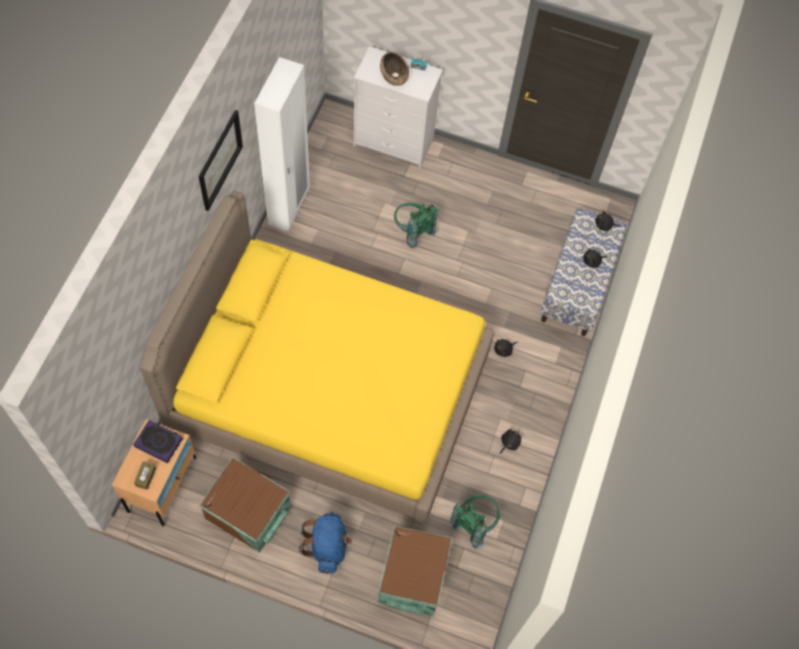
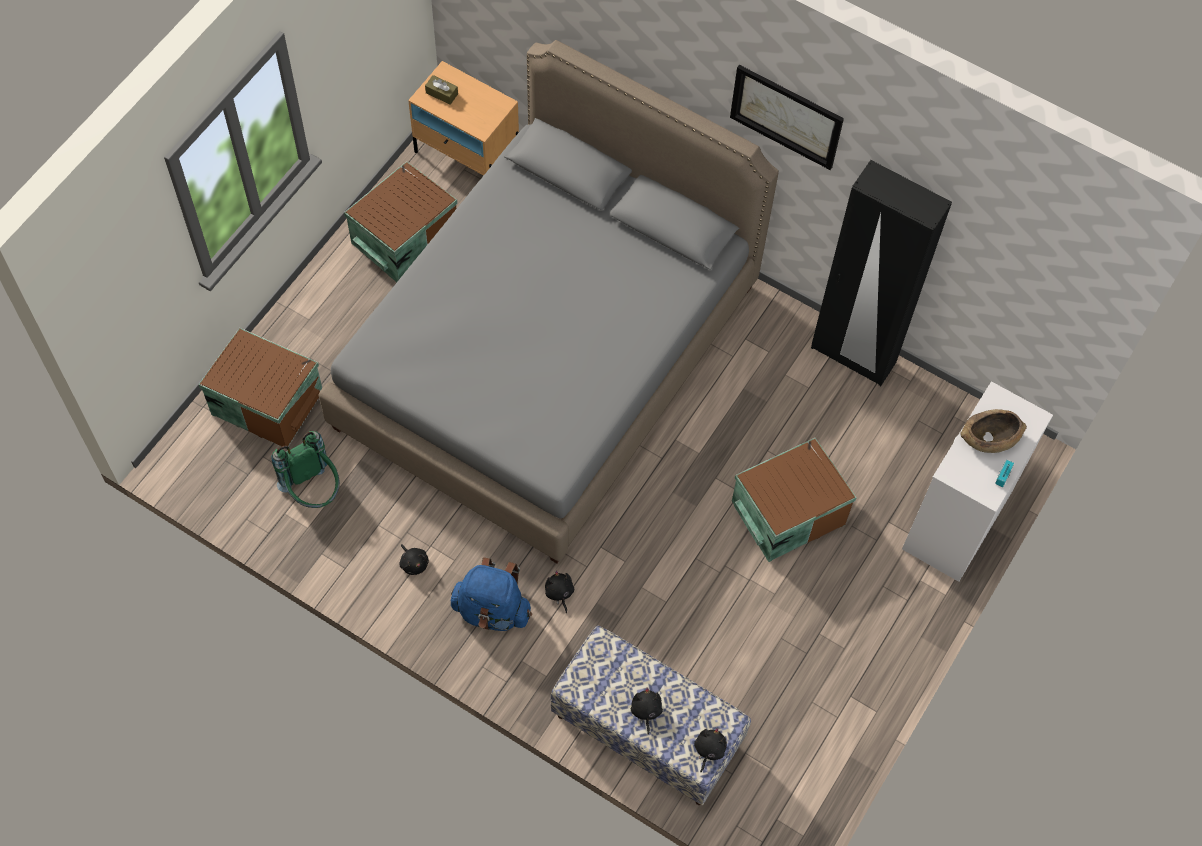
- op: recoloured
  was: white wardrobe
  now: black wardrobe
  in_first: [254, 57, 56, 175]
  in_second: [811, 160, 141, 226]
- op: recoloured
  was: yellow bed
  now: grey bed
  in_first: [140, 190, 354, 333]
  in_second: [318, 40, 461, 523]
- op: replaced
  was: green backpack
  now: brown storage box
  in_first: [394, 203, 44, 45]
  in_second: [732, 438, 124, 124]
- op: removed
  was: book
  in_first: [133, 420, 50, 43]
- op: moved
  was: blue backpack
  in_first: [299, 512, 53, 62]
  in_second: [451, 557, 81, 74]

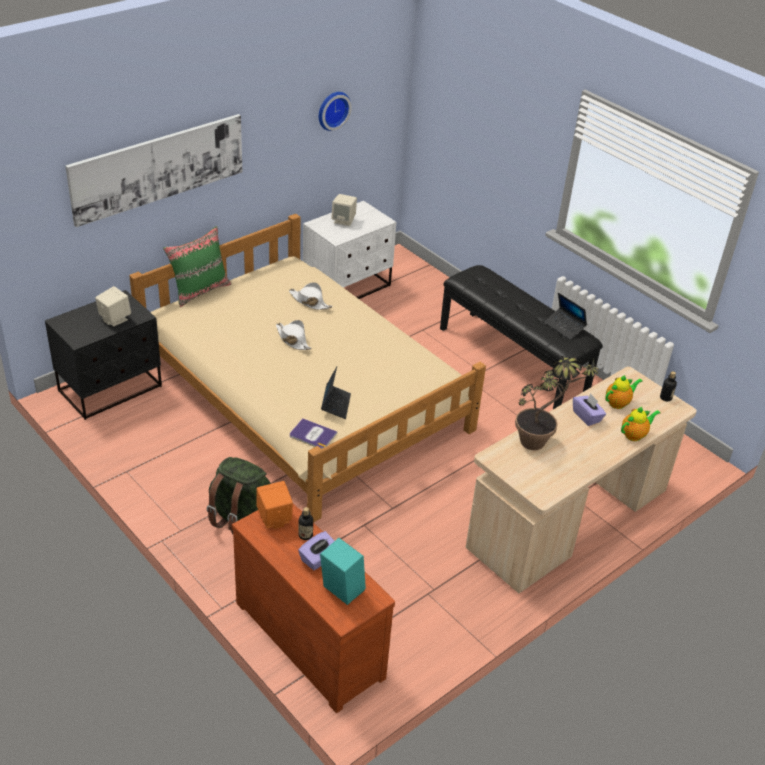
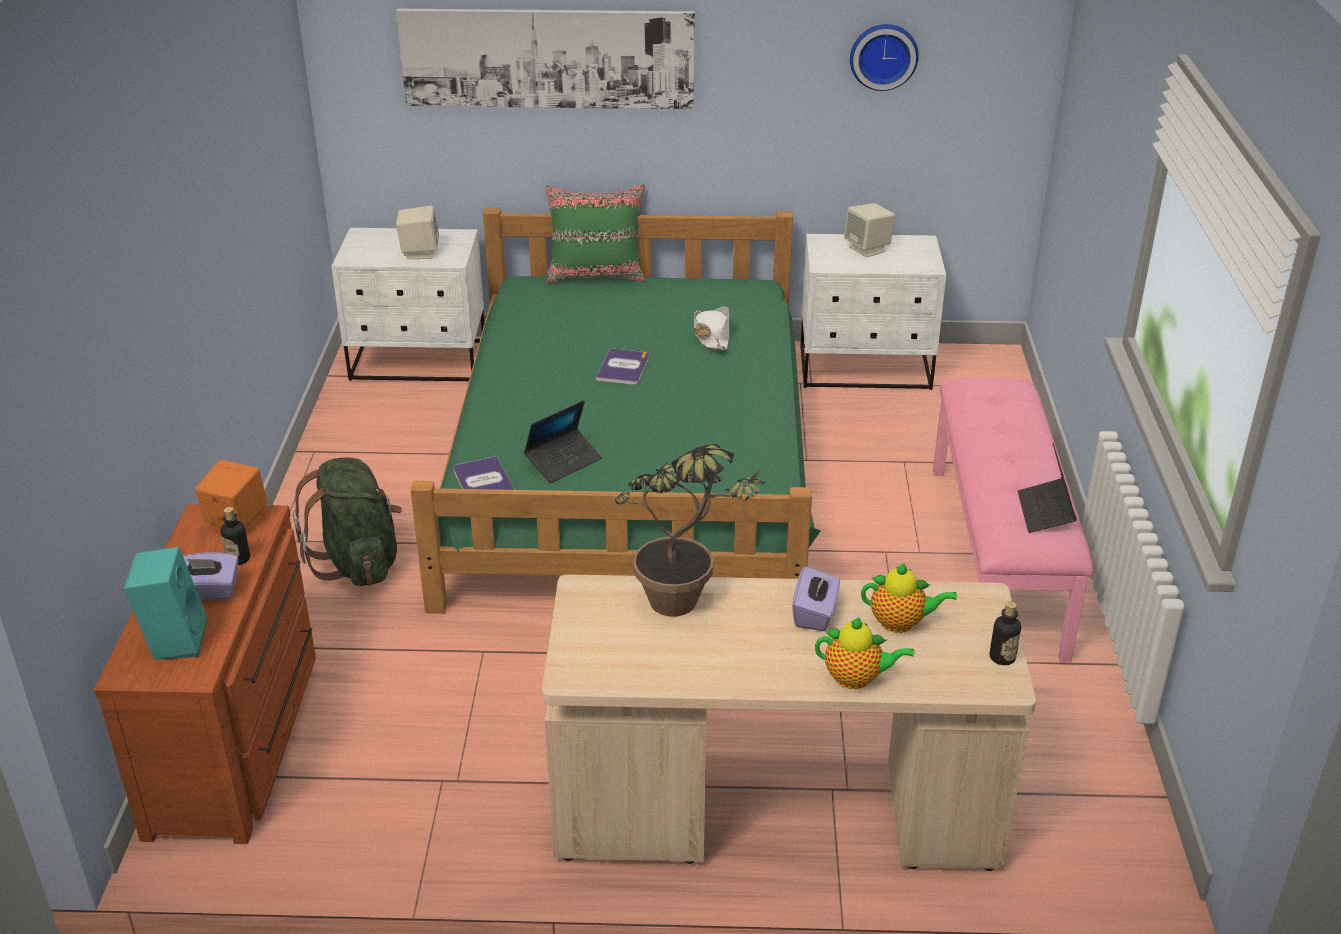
- op: recoloured
  was: beige bed
  now: green bed
  in_first: [129, 214, 357, 308]
  in_second: [410, 208, 411, 406]
- op: recoloured
  was: black bench
  now: pink bench
  in_first: [440, 265, 163, 144]
  in_second: [933, 377, 161, 286]
- op: recoloured
  was: black nightstand
  now: white nightstand
  in_first: [45, 290, 117, 130]
  in_second: [331, 228, 153, 153]
- op: replaced
  was: white hat
  now: book
  in_first: [276, 320, 35, 30]
  in_second: [596, 348, 53, 37]

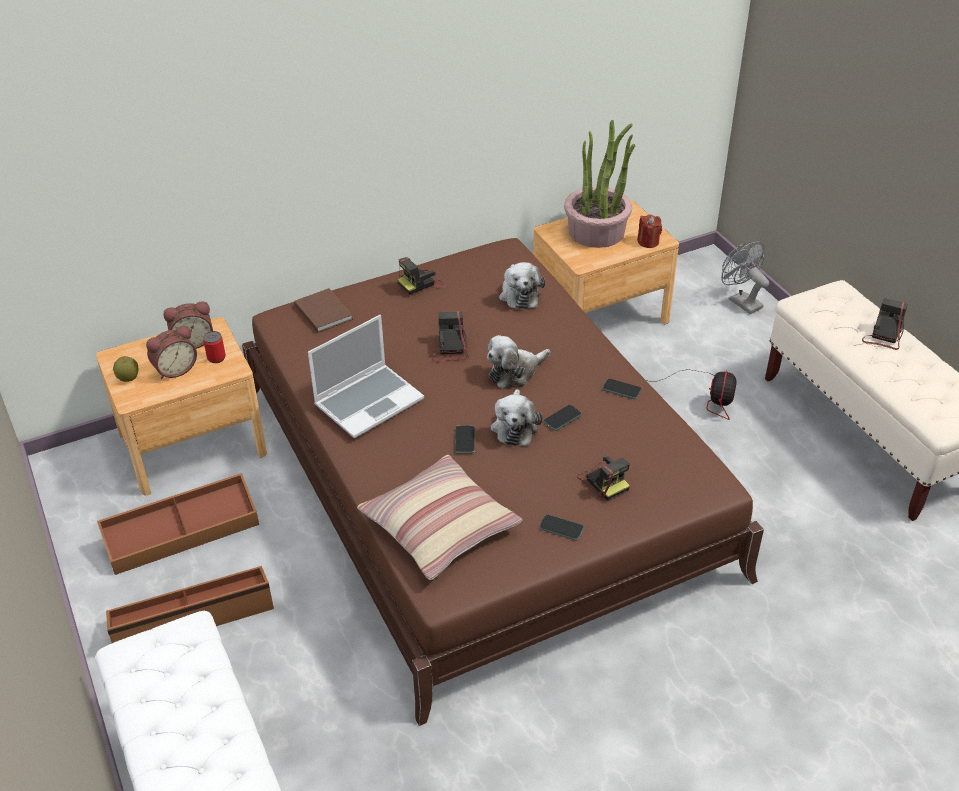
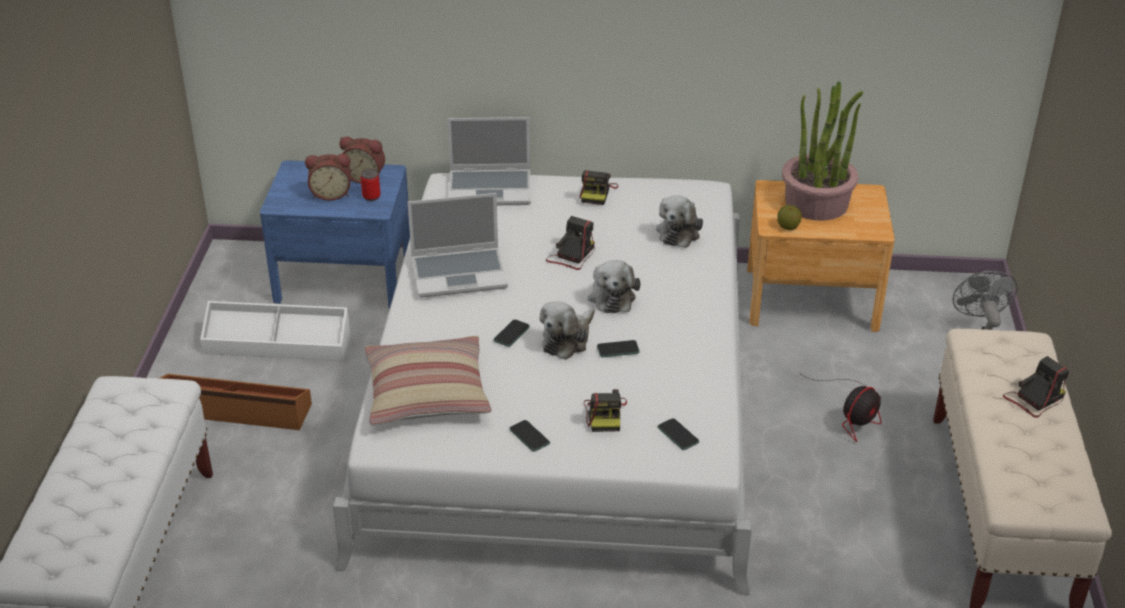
- op: removed
  was: red candle
  in_first: [637, 214, 25, 34]
- op: recoloured
  was: brown bed
  now: white bed
  in_first: [242, 238, 522, 488]
  in_second: [333, 173, 418, 422]
- op: turned
  was: photo camera
  in_first: [397, 257, 49, 38]
  in_second: [579, 170, 40, 35]
  clockwise: -75
- op: replaced
  was: brown book
  now: laptop
  in_first: [294, 288, 59, 45]
  in_second: [447, 117, 84, 88]
- op: recoloured
  was: brown nightstand
  now: blue nightstand
  in_first: [96, 317, 171, 178]
  in_second: [260, 160, 150, 149]
- op: turned
  was: plush toy
  in_first: [487, 335, 63, 54]
  in_second: [588, 260, 52, 53]
  clockwise: -90
- op: moved
  was: apple
  in_first: [113, 356, 26, 26]
  in_second: [777, 205, 25, 25]
- op: moved
  was: phone
  in_first: [602, 378, 40, 22]
  in_second: [658, 418, 41, 32]
- op: recoloured
  was: brown storage box
  now: white storage box
  in_first: [97, 473, 162, 102]
  in_second: [200, 301, 151, 60]

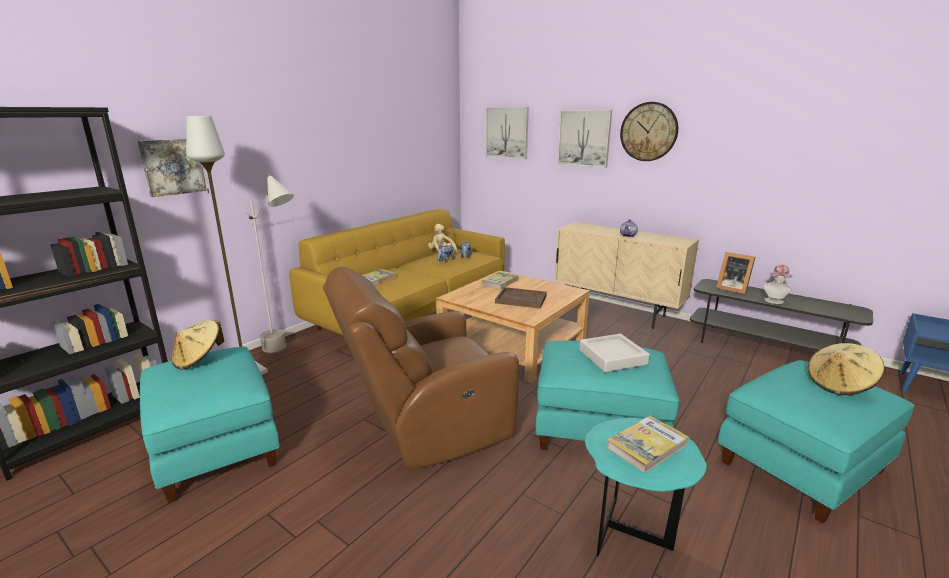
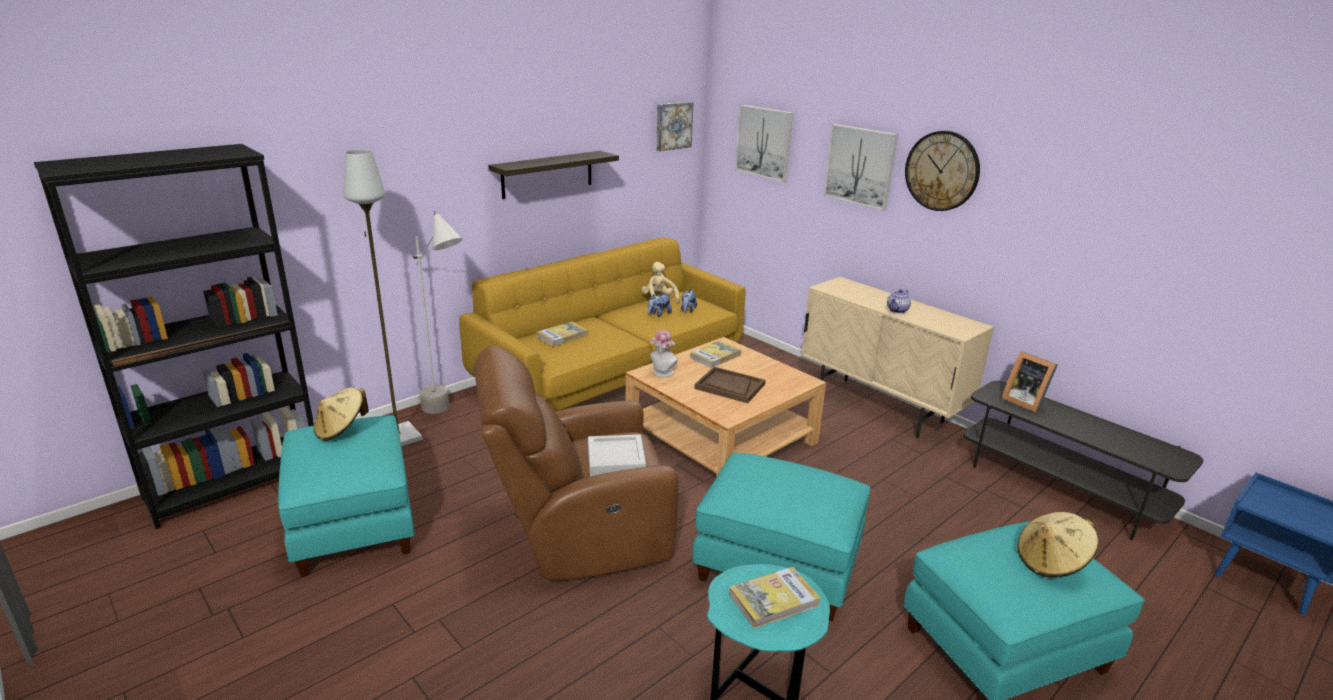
- op: moved
  was: picture
  in_first: [138, 139, 69, 58]
  in_second: [656, 102, 38, 49]
- op: moved
  was: hat
  in_first: [763, 265, 30, 39]
  in_second: [650, 330, 28, 47]
- op: moved
  was: grey tray
  in_first: [579, 334, 71, 38]
  in_second: [588, 434, 58, 43]
- op: added
  now: shelf
  in_second: [488, 151, 131, 48]

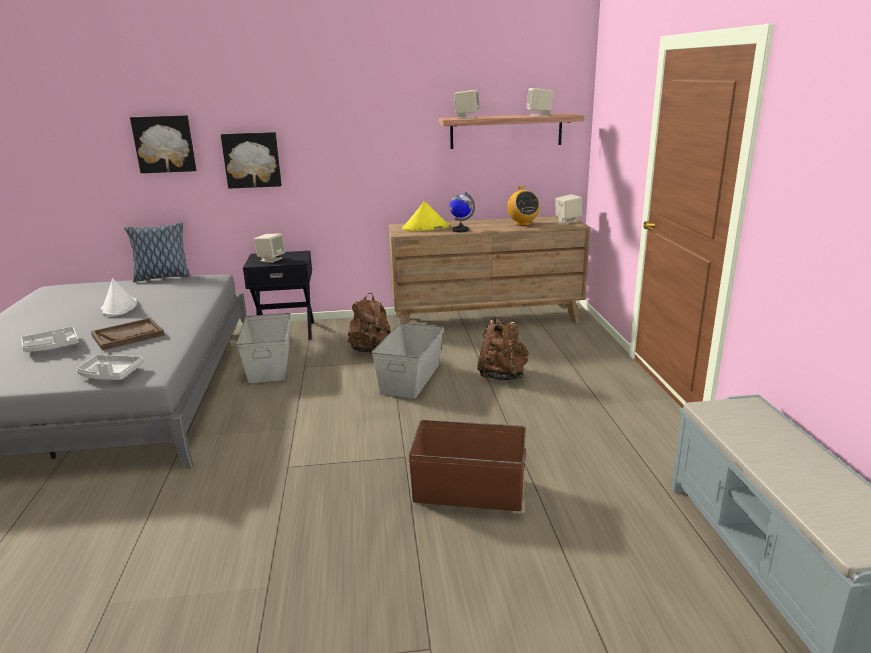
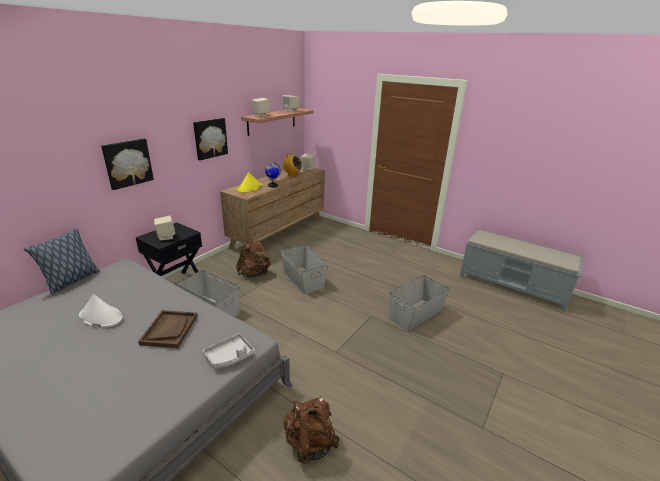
- op: moved
  was: picture
  in_first: [130, 115, 66, 58]
  in_second: [193, 118, 35, 42]
- op: moved
  was: brown backpack
  in_first: [477, 317, 51, 64]
  in_second: [284, 397, 55, 67]
- op: removed
  was: grey tray
  in_first: [21, 327, 58, 25]
- op: recoloured
  was: brown storage box
  now: grey storage box
  in_first: [408, 420, 118, 91]
  in_second: [389, 275, 61, 56]

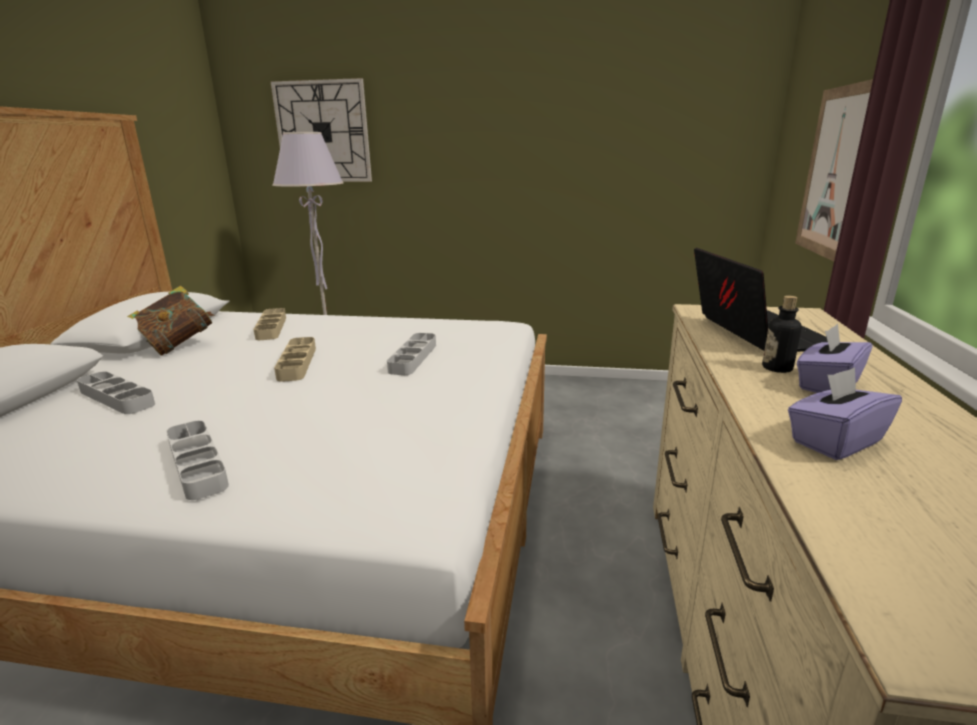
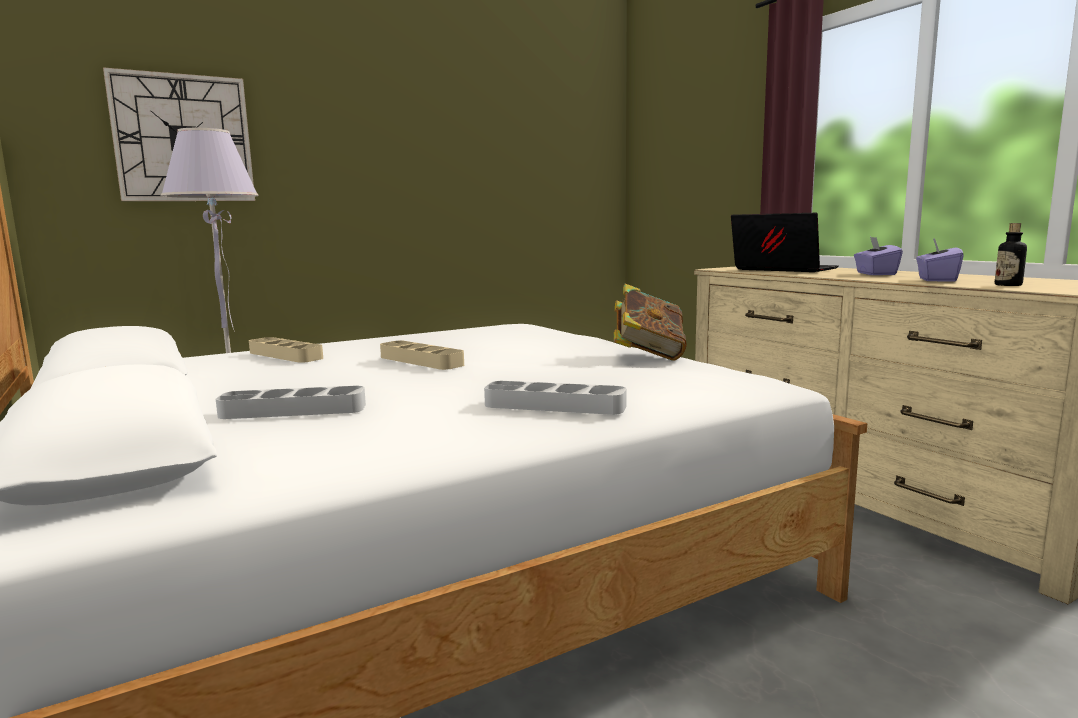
- op: removed
  was: picture
  in_first: [795, 79, 78, 183]
- op: moved
  was: book
  in_first: [127, 286, 88, 70]
  in_second: [614, 284, 73, 77]
- op: moved
  was: bottle
  in_first: [762, 295, 40, 78]
  in_second: [995, 223, 32, 63]
- op: removed
  was: grey tray
  in_first: [387, 333, 49, 42]

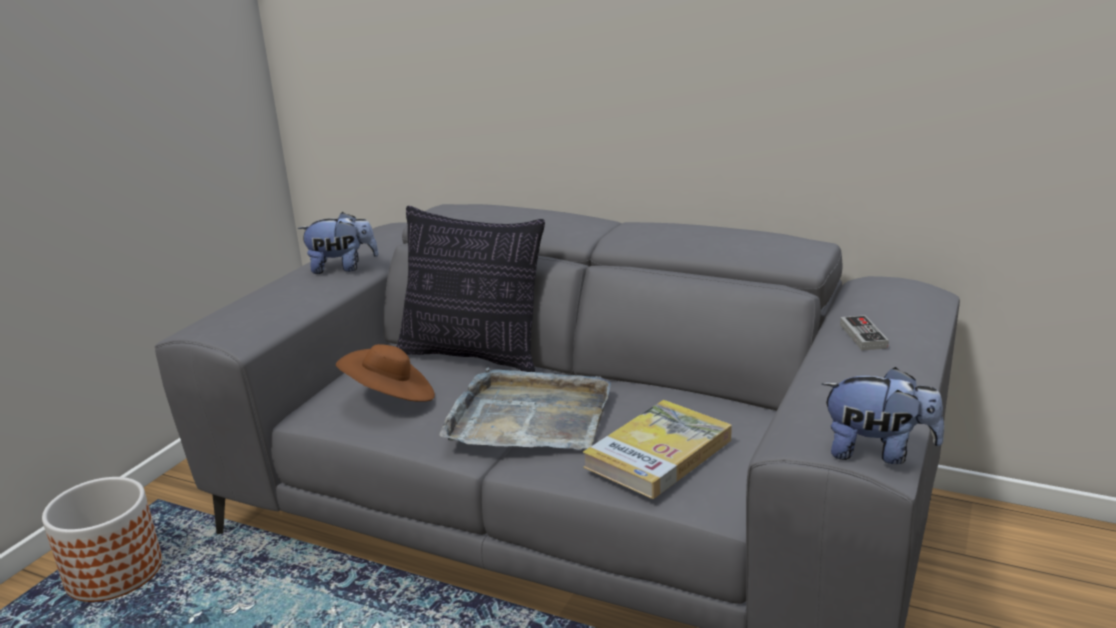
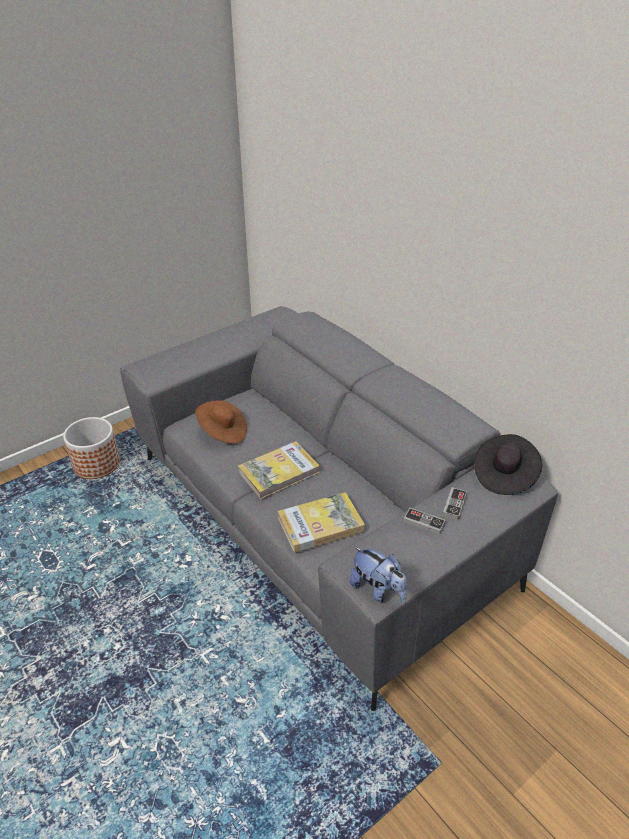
- op: removed
  was: pillow
  in_first: [397, 206, 148, 166]
- op: removed
  was: plush toy
  in_first: [298, 212, 81, 62]
- op: replaced
  was: grey tray
  now: book
  in_first: [439, 368, 172, 81]
  in_second: [238, 441, 82, 58]
- op: added
  now: black hat
  in_second: [474, 434, 68, 61]
- op: added
  now: game controller
  in_second: [403, 507, 43, 28]

